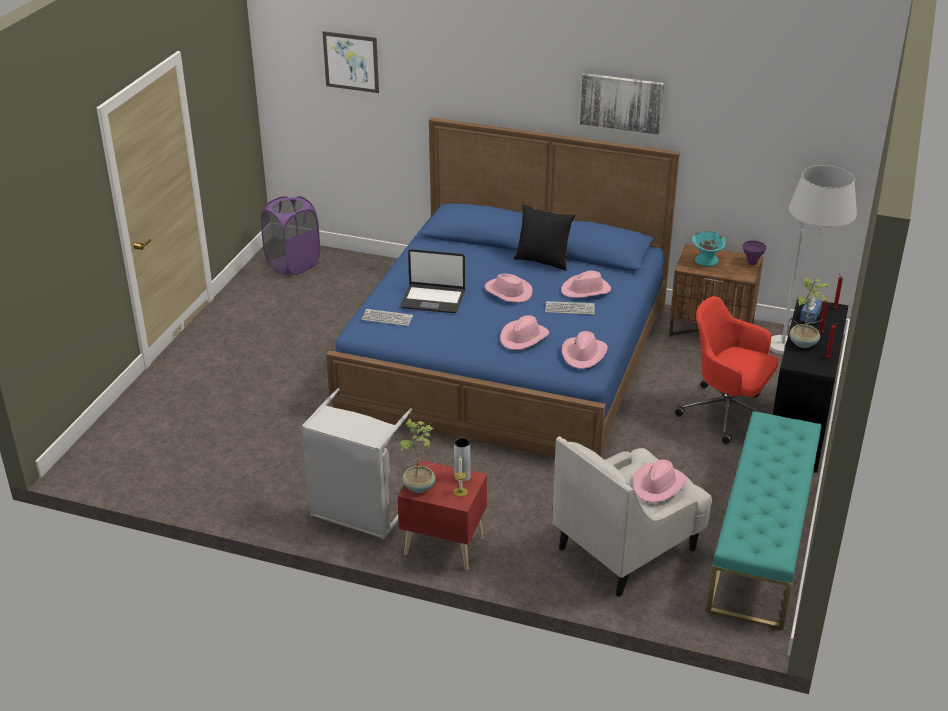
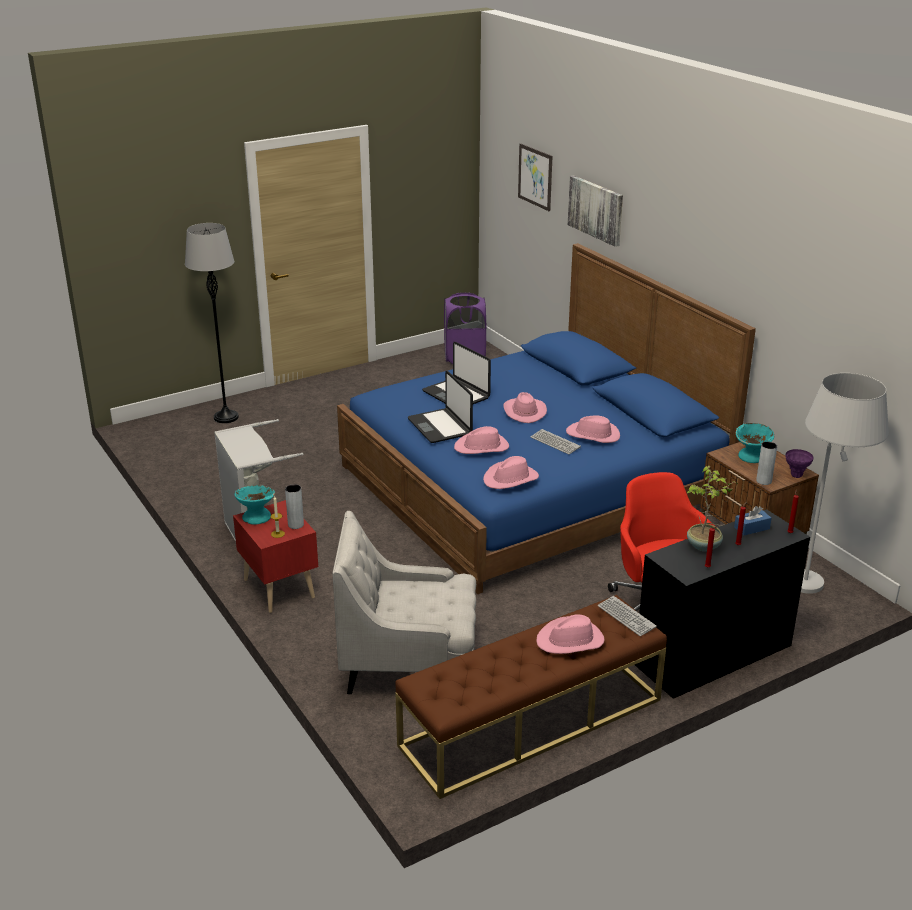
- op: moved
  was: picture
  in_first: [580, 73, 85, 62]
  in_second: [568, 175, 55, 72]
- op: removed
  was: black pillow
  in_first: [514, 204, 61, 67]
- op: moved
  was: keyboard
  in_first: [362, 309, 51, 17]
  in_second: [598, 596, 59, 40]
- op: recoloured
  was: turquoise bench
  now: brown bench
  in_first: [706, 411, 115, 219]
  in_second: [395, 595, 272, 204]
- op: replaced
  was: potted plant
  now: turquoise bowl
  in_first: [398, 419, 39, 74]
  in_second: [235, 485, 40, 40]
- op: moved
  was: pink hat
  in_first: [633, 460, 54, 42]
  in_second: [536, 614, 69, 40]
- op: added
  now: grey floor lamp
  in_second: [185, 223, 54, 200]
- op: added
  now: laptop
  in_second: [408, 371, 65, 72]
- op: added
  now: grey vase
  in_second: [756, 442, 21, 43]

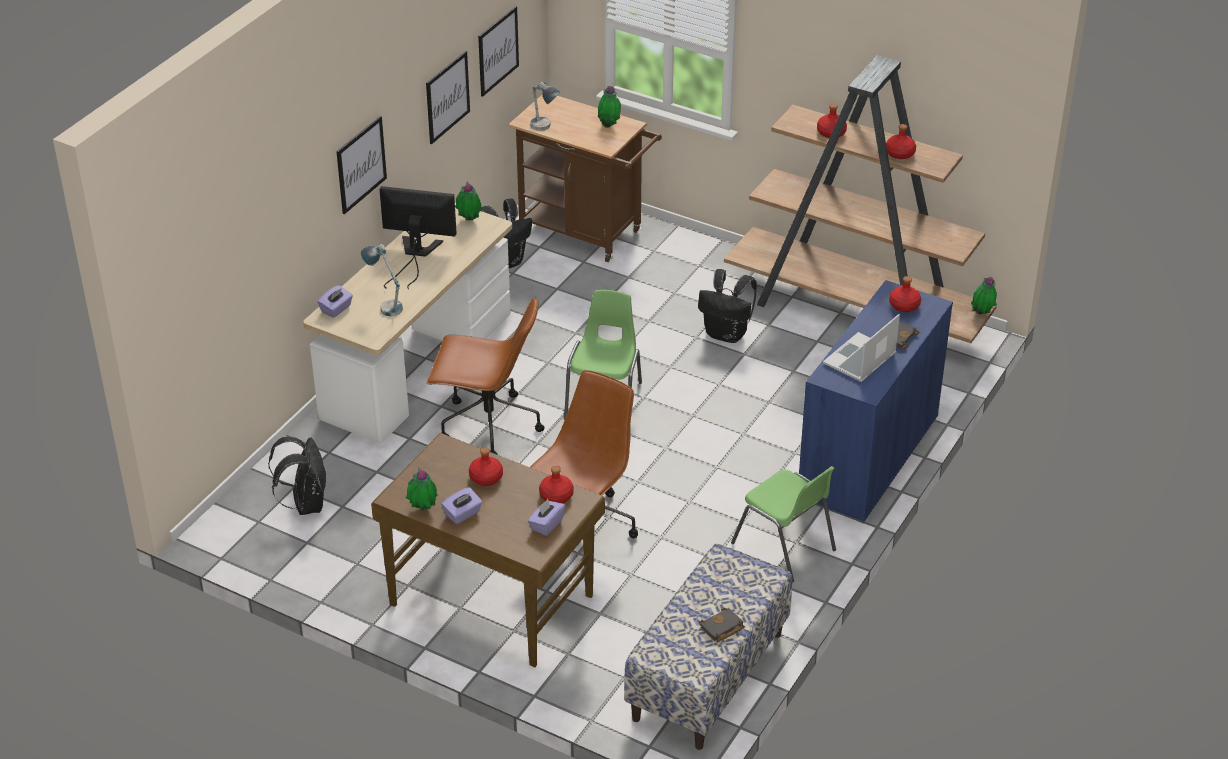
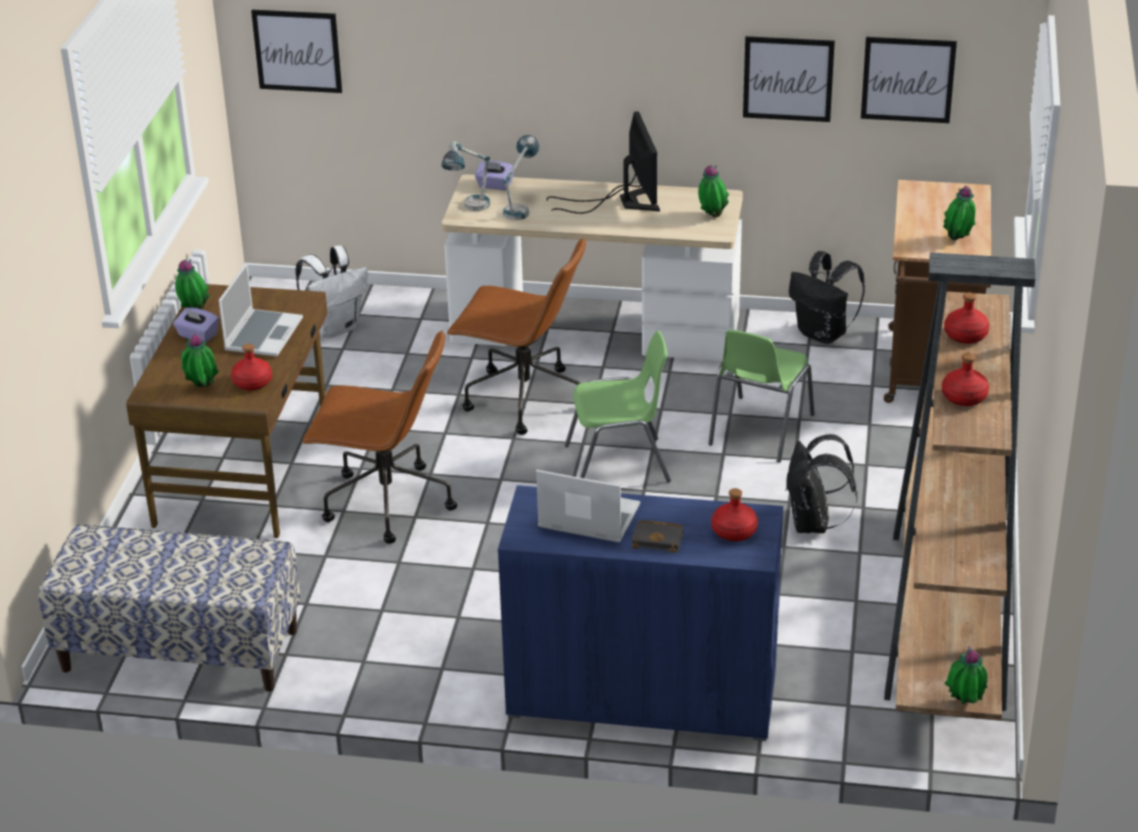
- op: moved
  was: table lamp
  in_first: [530, 82, 30, 49]
  in_second: [442, 141, 48, 70]
- op: moved
  was: picture
  in_first: [336, 116, 51, 98]
  in_second: [251, 10, 91, 83]
- op: turned
  was: brown office chair
  in_first: [427, 297, 118, 158]
  in_second: [447, 238, 139, 197]
  clockwise: -60
- op: recoloured
  was: black backpack
  now: white backpack
  in_first: [268, 437, 58, 78]
  in_second: [295, 245, 73, 93]
- op: replaced
  was: red bottle
  now: laptop
  in_first: [469, 447, 34, 39]
  in_second: [219, 262, 84, 95]
- op: moved
  was: green chair
  in_first: [731, 466, 105, 116]
  in_second: [708, 329, 107, 133]
- op: replaced
  was: purple tissue box
  now: potted plant
  in_first: [528, 499, 37, 37]
  in_second: [181, 332, 38, 55]
- op: removed
  was: black book
  in_first: [699, 607, 46, 35]

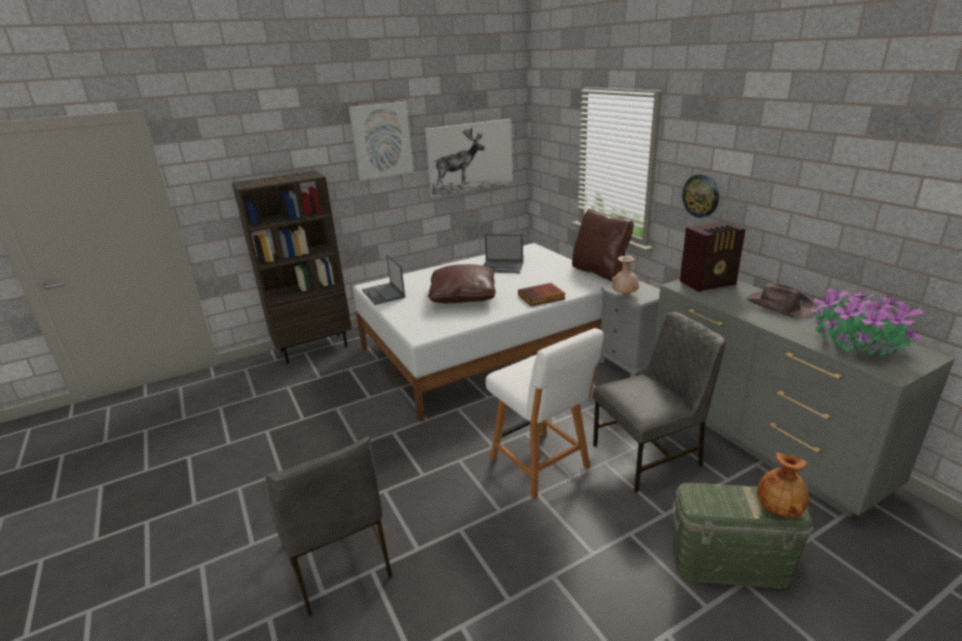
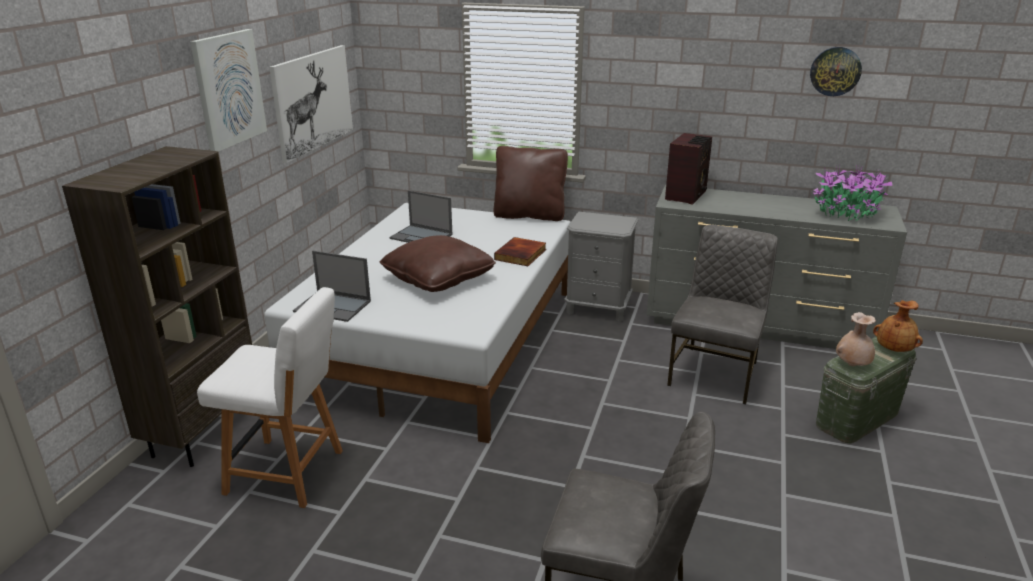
- op: moved
  was: wall clock
  in_first: [682, 174, 37, 44]
  in_second: [810, 47, 52, 49]
- op: turned
  was: laptop
  in_first: [483, 234, 40, 39]
  in_second: [389, 190, 64, 53]
  clockwise: 60
- op: moved
  was: beige vase
  in_first: [612, 255, 27, 41]
  in_second: [836, 312, 40, 54]
- op: removed
  was: brown hat
  in_first: [746, 282, 69, 36]
- op: moved
  was: white chair
  in_first: [486, 328, 118, 171]
  in_second: [197, 287, 146, 221]

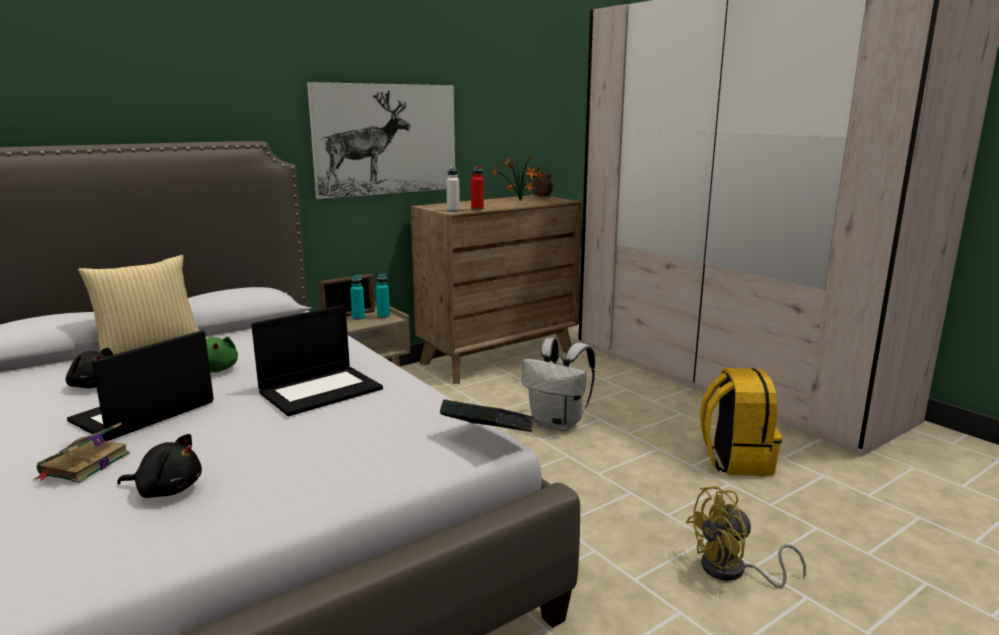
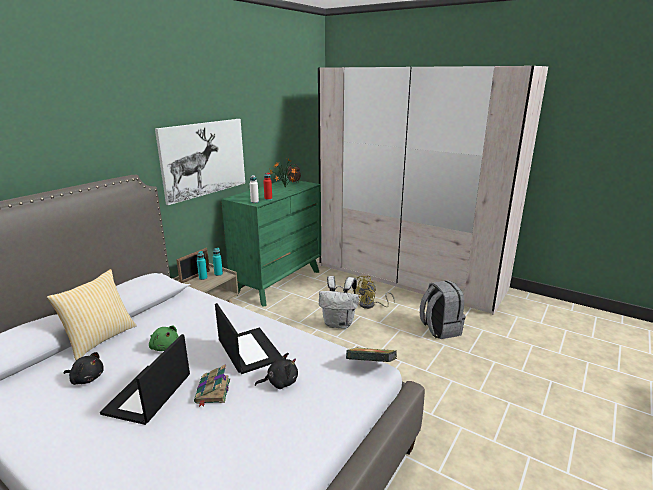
- op: recoloured
  was: brown dresser
  now: green dresser
  in_first: [410, 195, 172, 189]
  in_second: [221, 179, 100, 128]
- op: turned
  was: laptop
  in_first: [251, 305, 132, 111]
  in_second: [215, 303, 67, 71]
  clockwise: -60
- op: recoloured
  was: yellow backpack
  now: grey backpack
  in_first: [700, 368, 82, 108]
  in_second: [420, 280, 46, 59]
- op: moved
  was: book
  in_first: [35, 422, 95, 61]
  in_second: [194, 364, 36, 43]
- op: moved
  was: black plush toy
  in_first: [117, 434, 85, 64]
  in_second: [255, 353, 43, 36]
- op: moved
  was: yellow fan
  in_first: [686, 486, 120, 102]
  in_second: [355, 276, 40, 33]

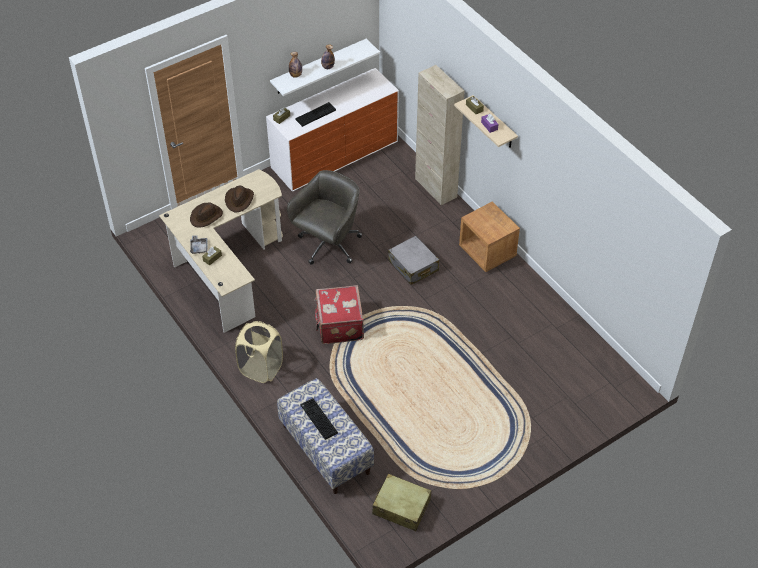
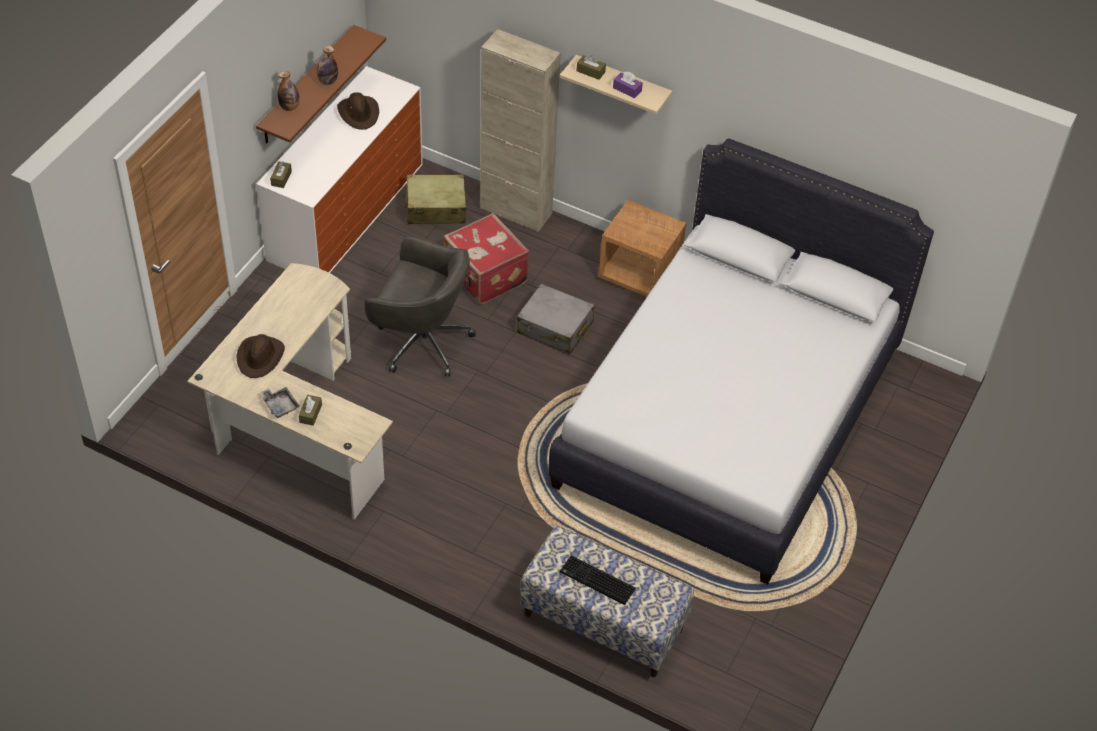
- op: recoloured
  was: white shelf
  now: brown shelf
  in_first: [270, 39, 110, 57]
  in_second: [256, 25, 130, 119]
- op: removed
  was: keyboard
  in_first: [295, 102, 41, 25]
- op: turned
  was: grey office chair
  in_first: [287, 170, 75, 95]
  in_second: [365, 236, 111, 140]
  clockwise: 105
- op: moved
  was: brown hat
  in_first: [225, 186, 29, 27]
  in_second: [337, 92, 42, 38]
- op: moved
  was: red suitcase
  in_first: [314, 285, 50, 59]
  in_second: [443, 213, 86, 91]
- op: removed
  was: beige laundry basket
  in_first: [235, 321, 48, 62]
- op: moved
  was: beige suitcase
  in_first: [372, 474, 60, 57]
  in_second: [402, 174, 65, 50]
- op: added
  now: white bed
  in_second: [548, 138, 386, 447]

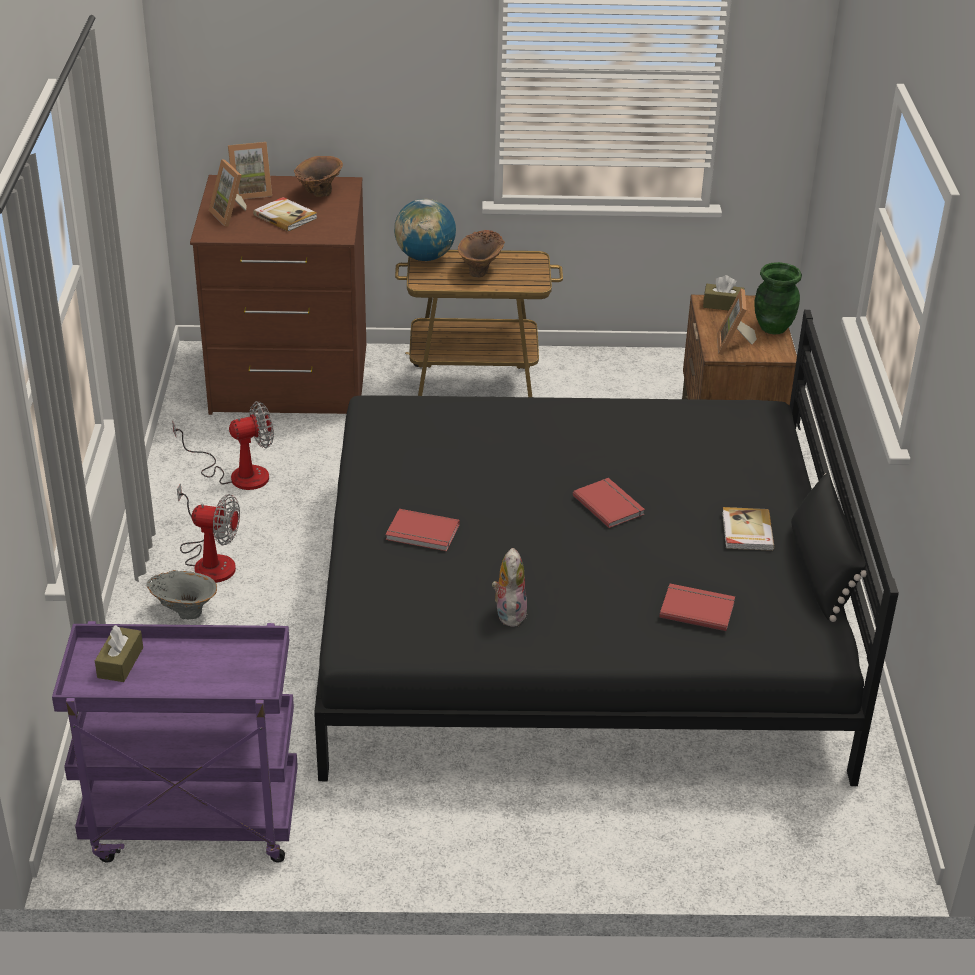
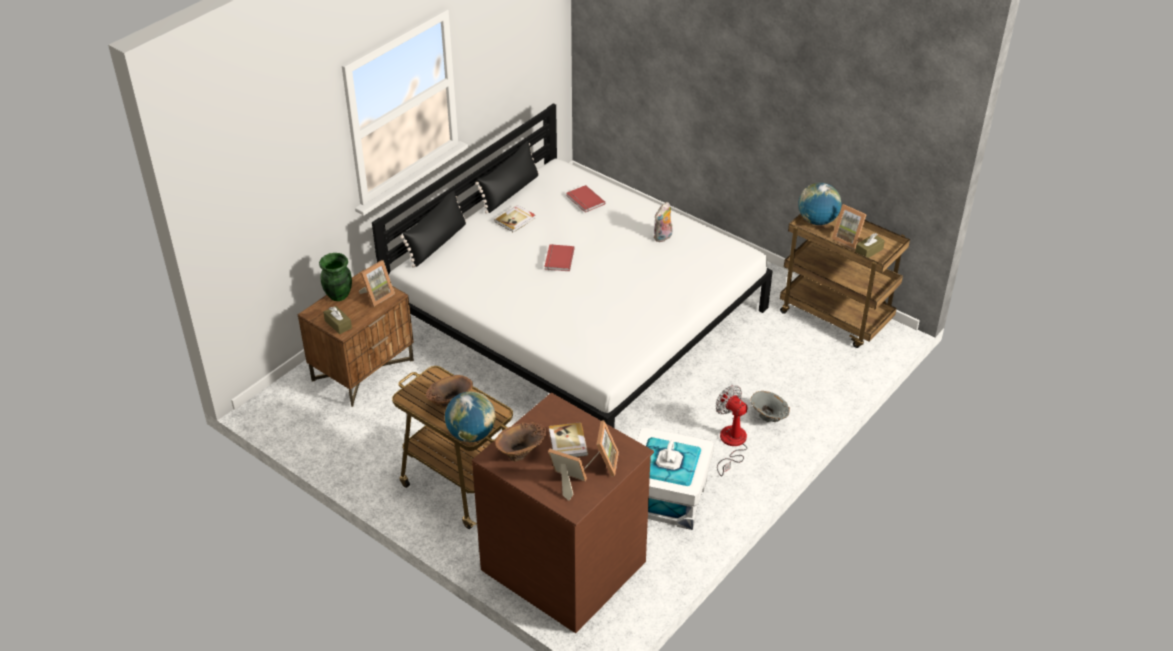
- op: recoloured
  was: black bed
  now: white bed
  in_first: [314, 310, 585, 476]
  in_second: [372, 103, 401, 325]
- op: replaced
  was: fan
  now: white storage box
  in_first: [172, 401, 102, 89]
  in_second: [637, 428, 77, 102]
- op: removed
  was: red book
  in_first: [385, 509, 75, 42]
- op: recoloured
  was: purple cart
  now: brown cart
  in_first: [52, 621, 246, 241]
  in_second: [780, 212, 130, 136]
- op: added
  now: globe
  in_second: [798, 183, 43, 42]
- op: added
  now: black pillow
  in_second: [400, 190, 66, 78]
- op: added
  now: picture frame
  in_second: [832, 204, 35, 45]

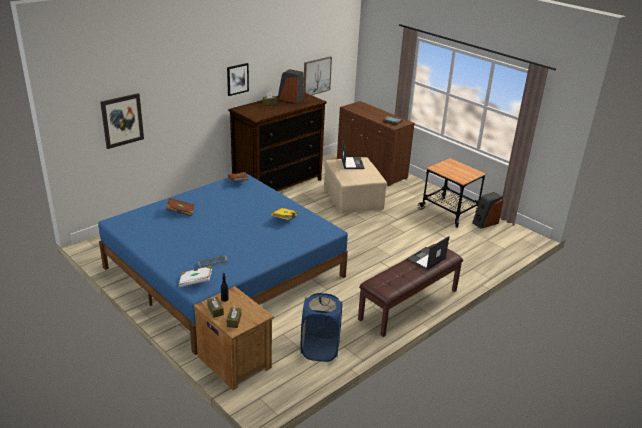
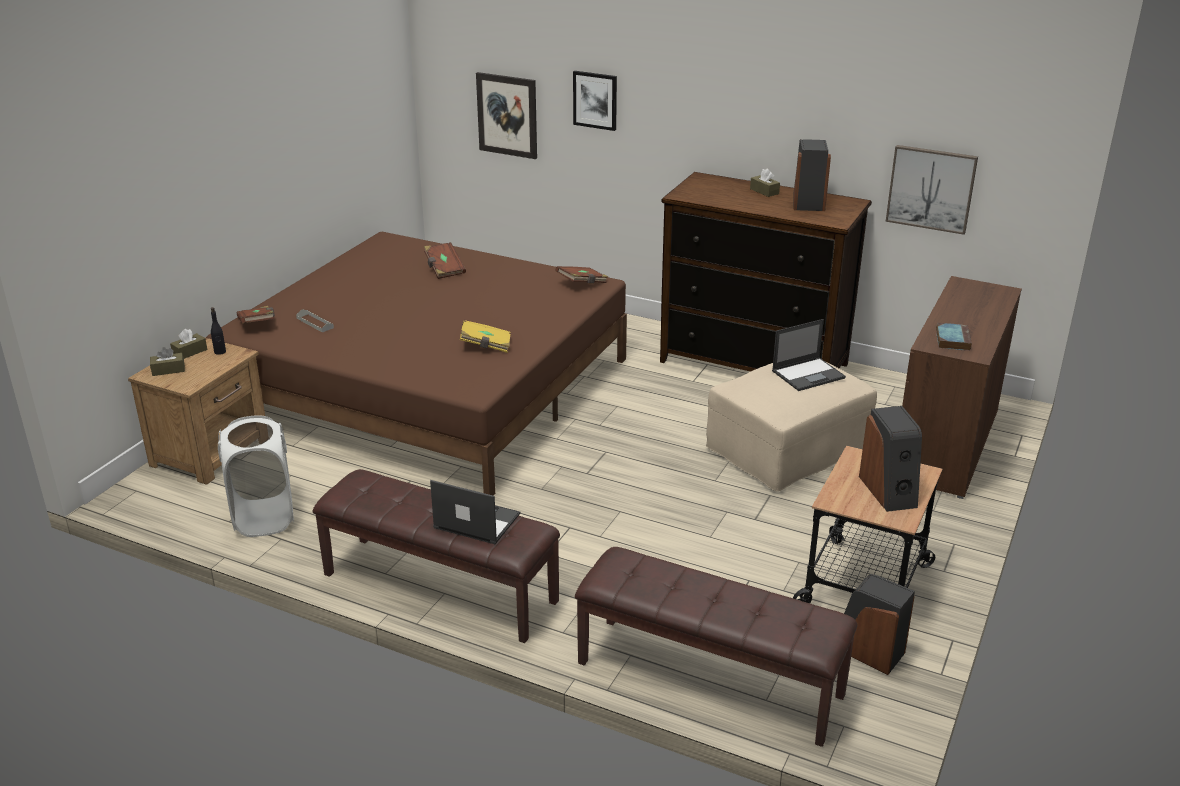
- op: moved
  was: picture
  in_first: [227, 63, 22, 33]
  in_second: [573, 71, 44, 60]
- op: recoloured
  was: blue bed
  now: brown bed
  in_first: [98, 172, 250, 183]
  in_second: [206, 232, 421, 263]
- op: recoloured
  was: white book
  now: brown book
  in_first: [178, 266, 34, 21]
  in_second: [237, 306, 38, 17]
- op: recoloured
  was: blue laundry basket
  now: white laundry basket
  in_first: [301, 293, 41, 69]
  in_second: [218, 415, 76, 122]
- op: added
  now: speaker
  in_second: [859, 406, 63, 106]
- op: added
  now: brown bench
  in_second: [575, 547, 282, 200]

